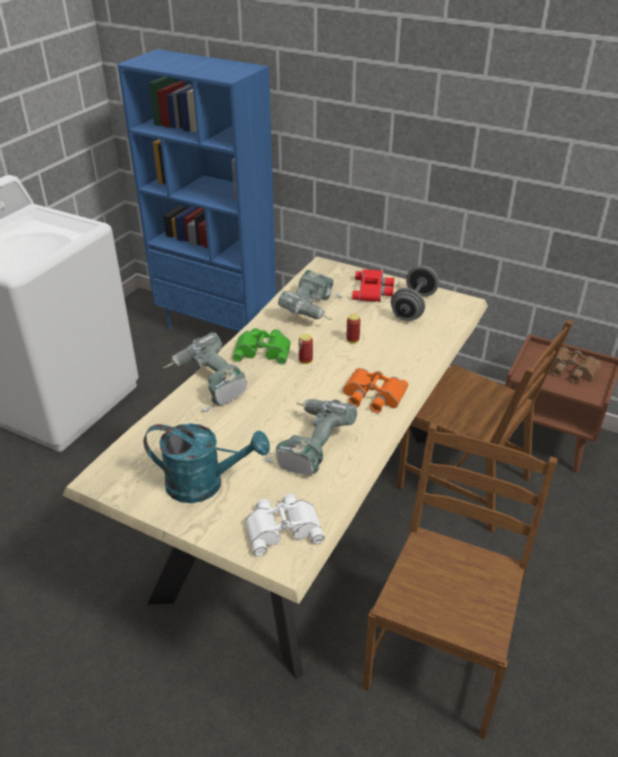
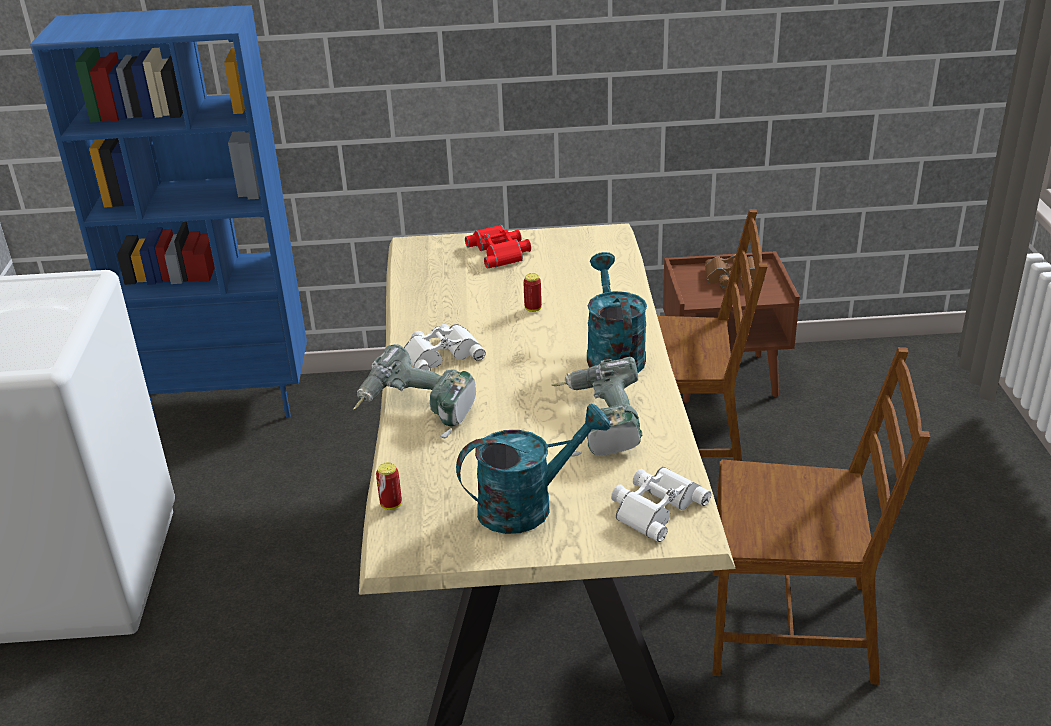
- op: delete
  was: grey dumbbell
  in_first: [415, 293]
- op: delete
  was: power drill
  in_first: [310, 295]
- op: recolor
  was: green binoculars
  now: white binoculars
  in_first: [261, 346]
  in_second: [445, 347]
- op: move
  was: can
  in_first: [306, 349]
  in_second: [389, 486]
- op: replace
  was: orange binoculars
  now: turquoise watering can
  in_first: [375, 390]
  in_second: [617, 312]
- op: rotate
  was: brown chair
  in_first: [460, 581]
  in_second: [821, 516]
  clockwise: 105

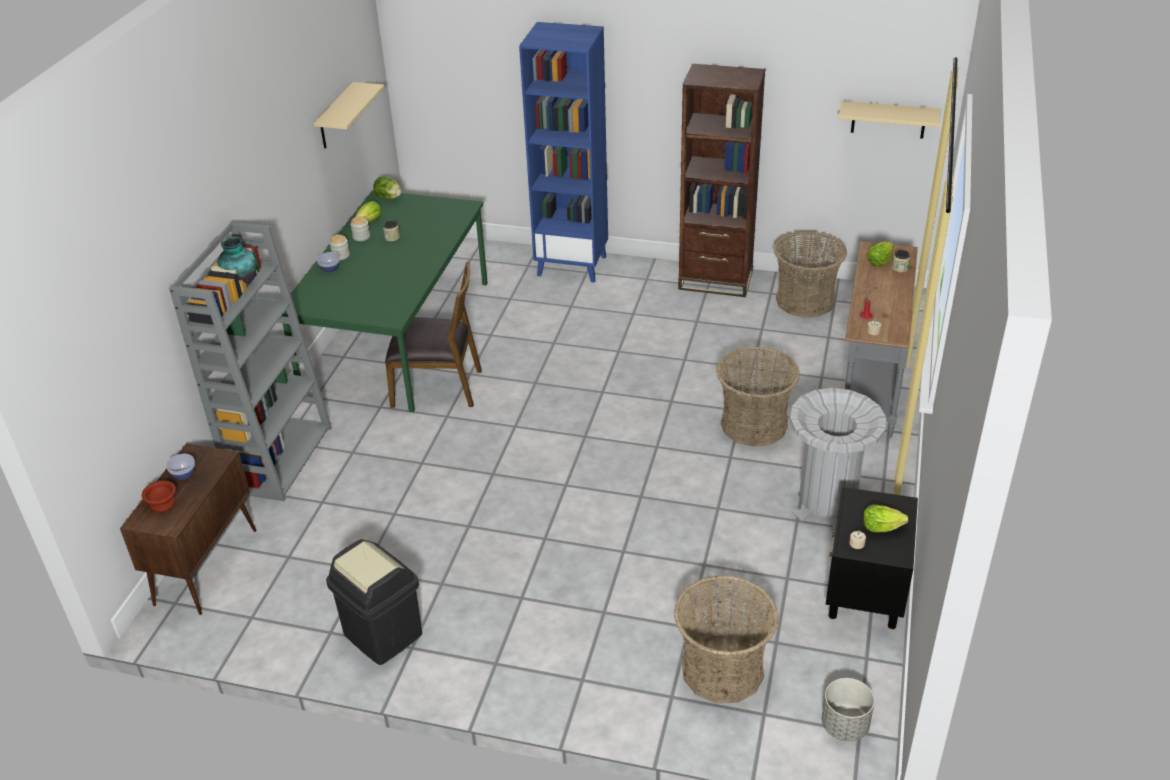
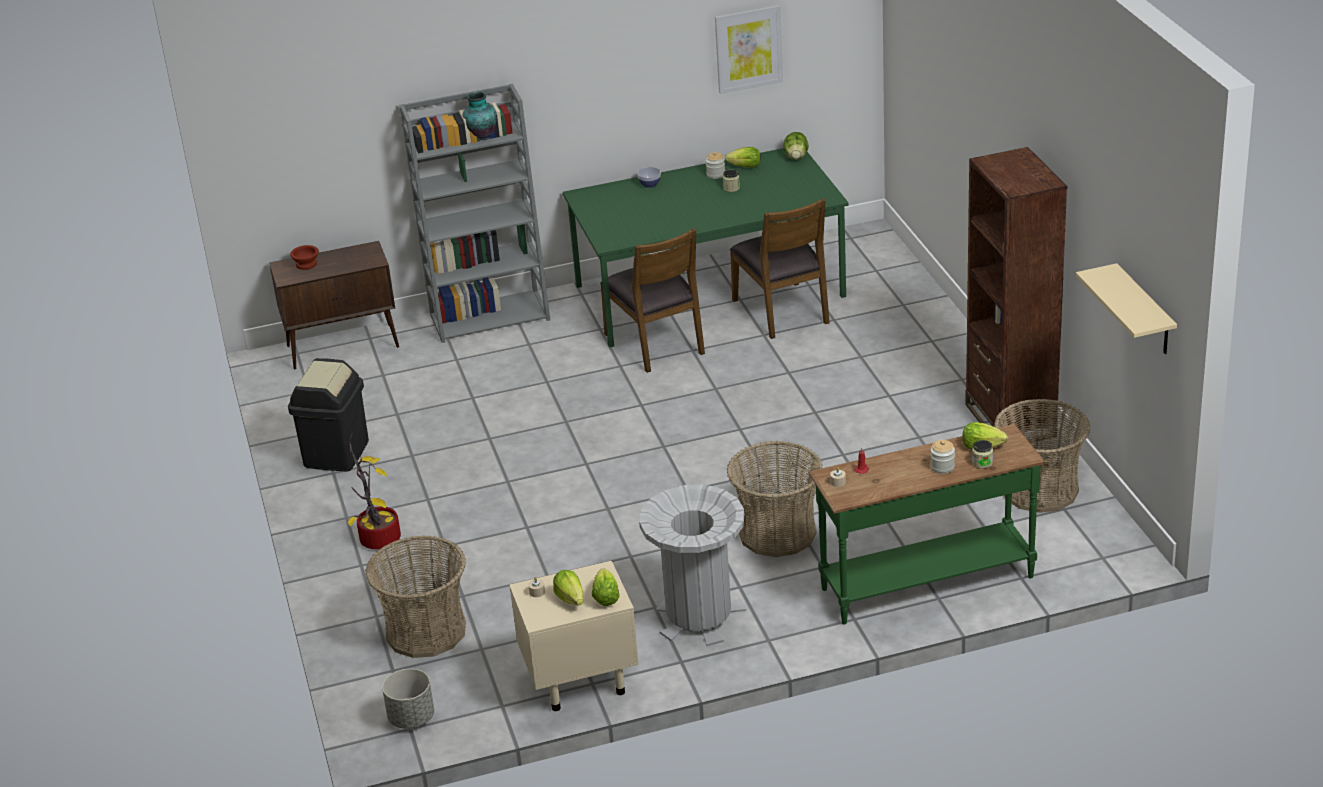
- op: delete
  was: blue bookcase
  in_first: [563, 152]
- op: replace
  was: beige shelf
  now: picture
  in_first: [349, 115]
  in_second: [749, 49]
- op: move
  was: jar
  in_first: [339, 247]
  in_second: [943, 457]
- op: recolor
  was: grey console table
  now: green console table
  in_first: [881, 339]
  in_second: [927, 524]
- op: delete
  was: bowl
  in_first: [180, 467]
- op: recolor
  was: black nightstand
  now: beige nightstand
  in_first: [872, 558]
  in_second: [574, 636]
- op: insert
  now: brown chair
  in_second: [779, 268]
- op: insert
  now: potted plant
  in_second: [374, 490]
- op: insert
  now: lettuce
  in_second: [606, 587]

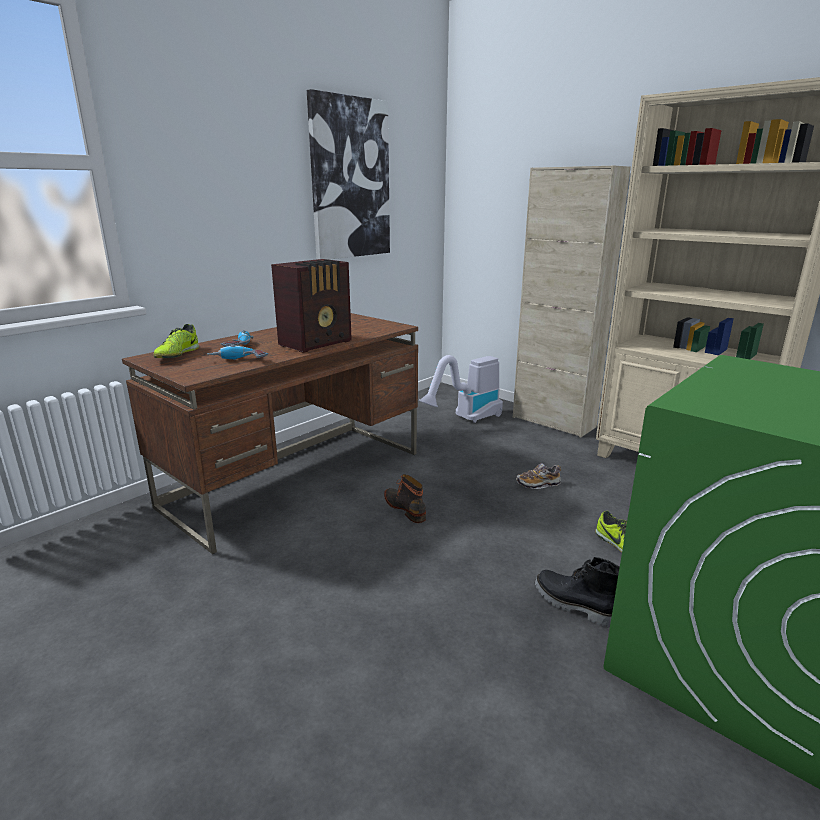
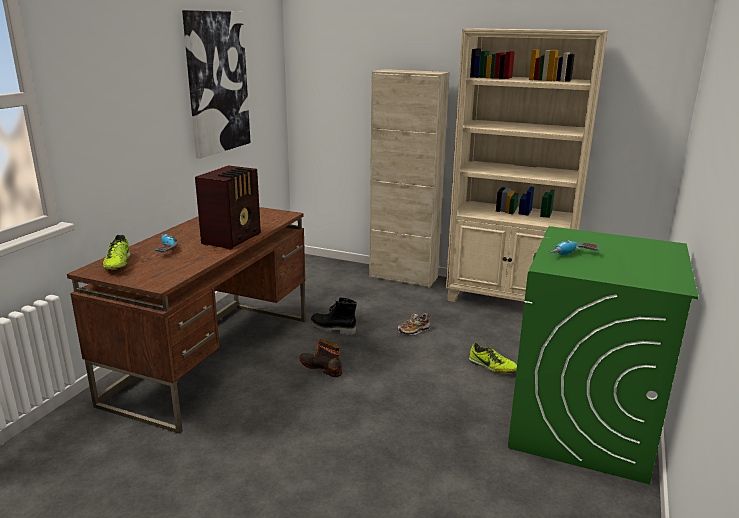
- op: move
  was: power drill
  in_first: [237, 352]
  in_second: [574, 247]
- op: delete
  was: vacuum cleaner
  in_first: [461, 389]
- op: move
  was: black boot
  in_first: [577, 592]
  in_second: [333, 316]

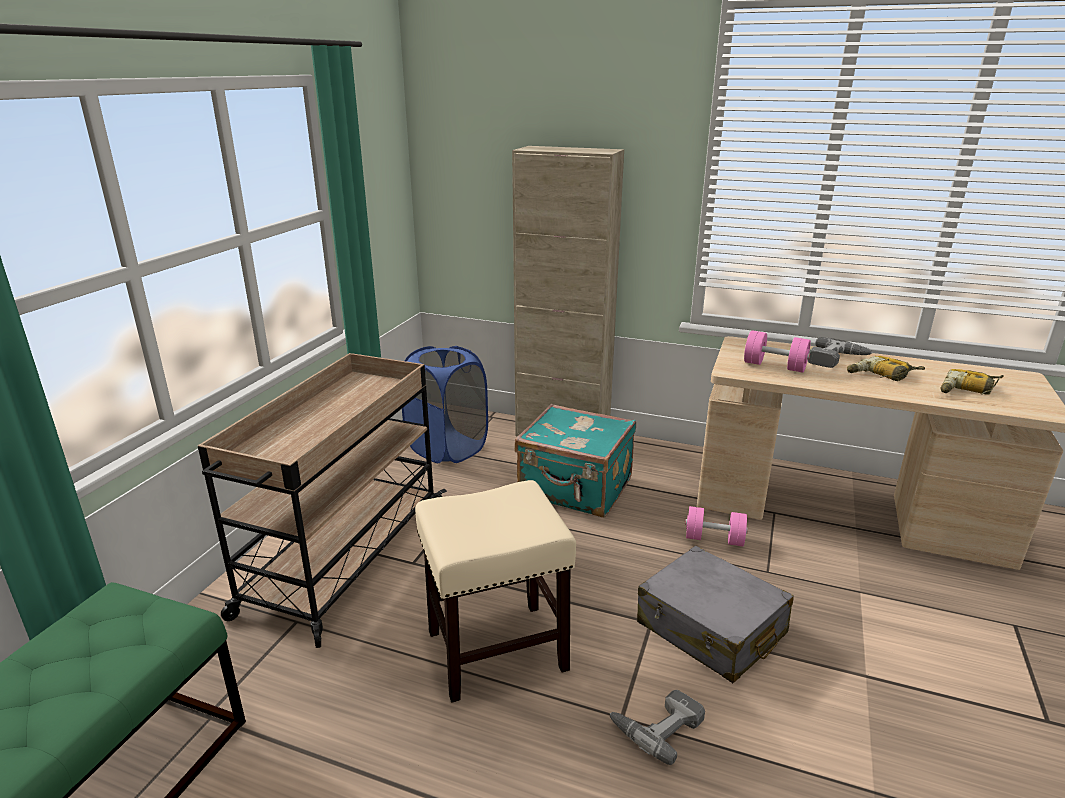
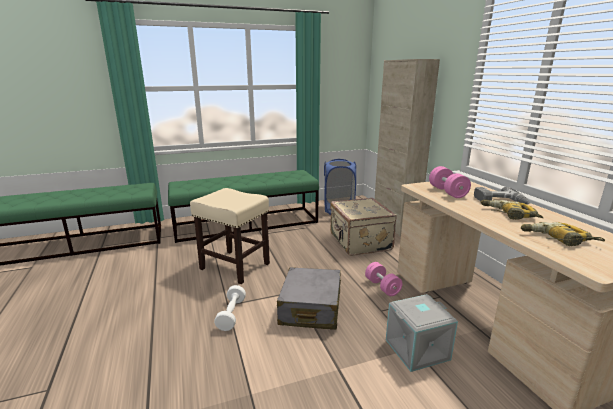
- op: replace
  was: beige cart
  now: green bench
  in_first: [322, 500]
  in_second: [243, 206]
- op: recolor
  was: turquoise suitcase
  now: beige suitcase
  in_first: [575, 460]
  in_second: [363, 227]
- op: replace
  was: power drill
  now: white dumbbell
  in_first: [657, 727]
  in_second: [230, 308]
- op: insert
  now: grey storage box
  in_second: [422, 333]

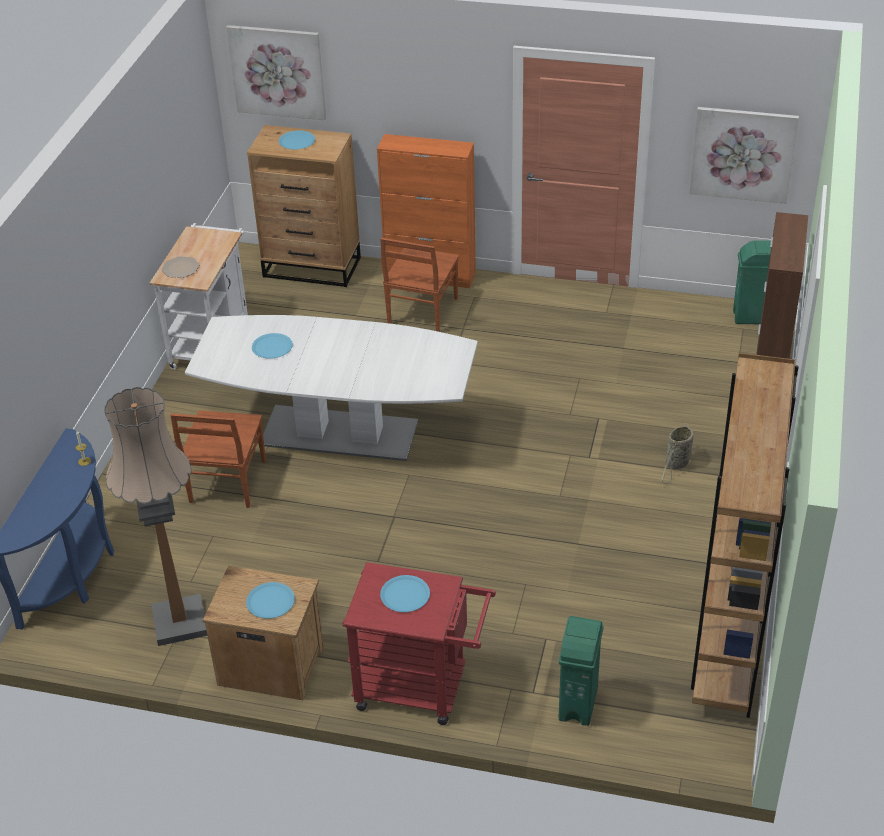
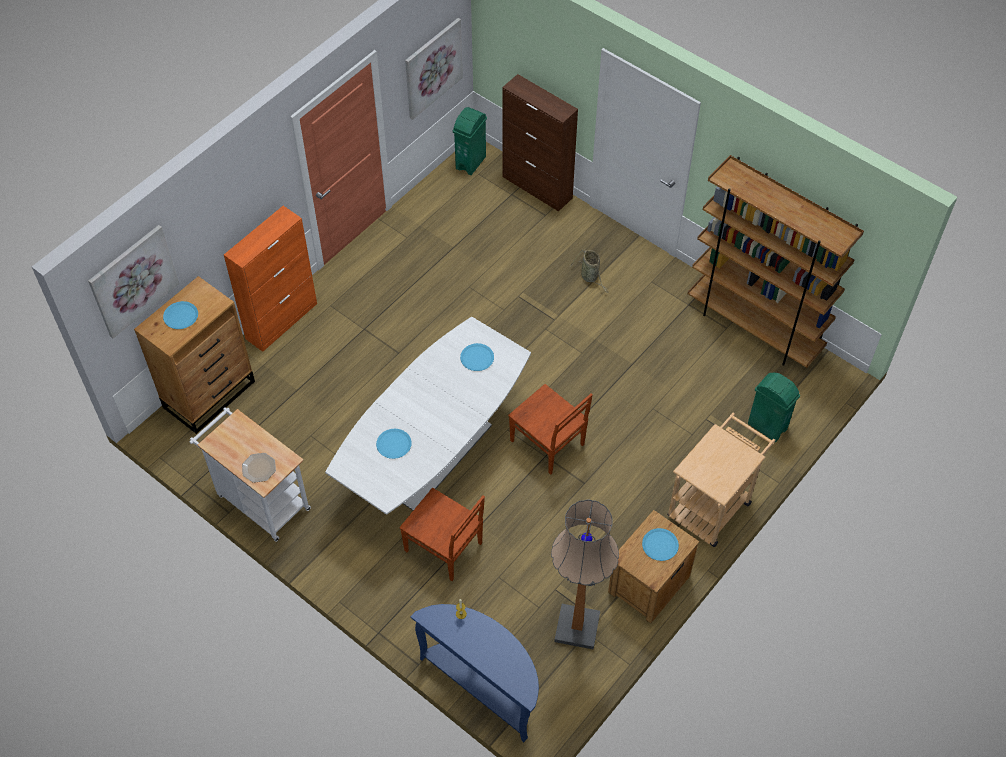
- op: move
  was: brown chair
  in_first: [419, 285]
  in_second: [550, 429]
- op: recolor
  was: red cart
  now: beige cart
  in_first: [419, 643]
  in_second: [721, 480]
- op: move
  was: blue plate
  in_first: [405, 593]
  in_second: [477, 357]

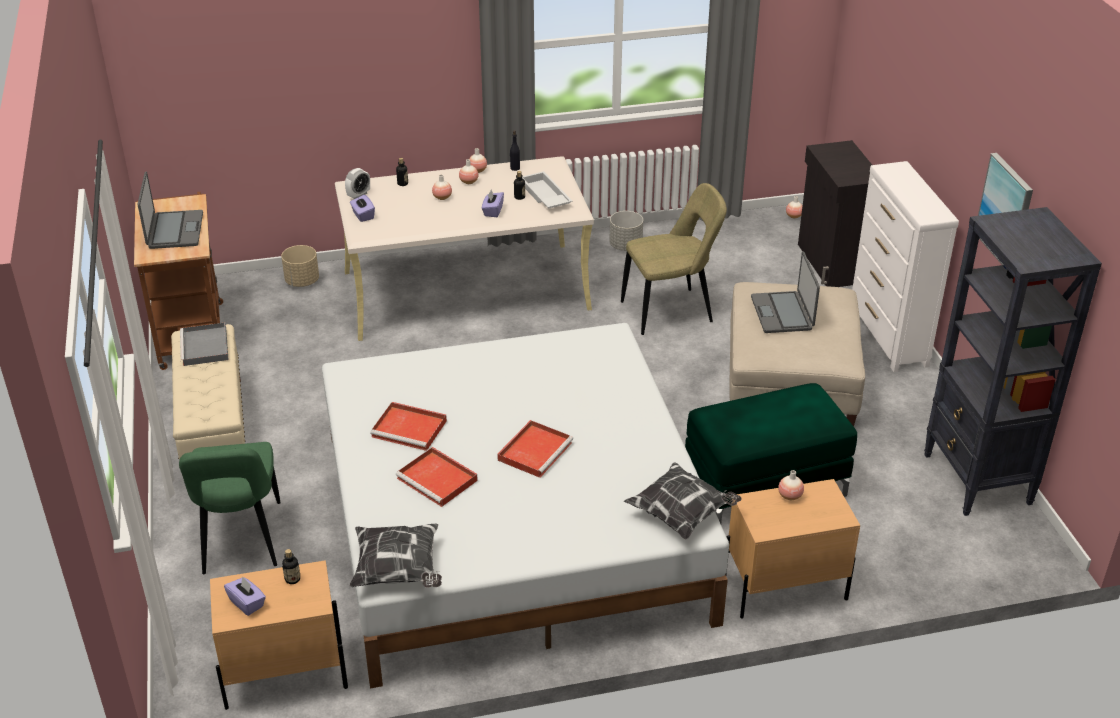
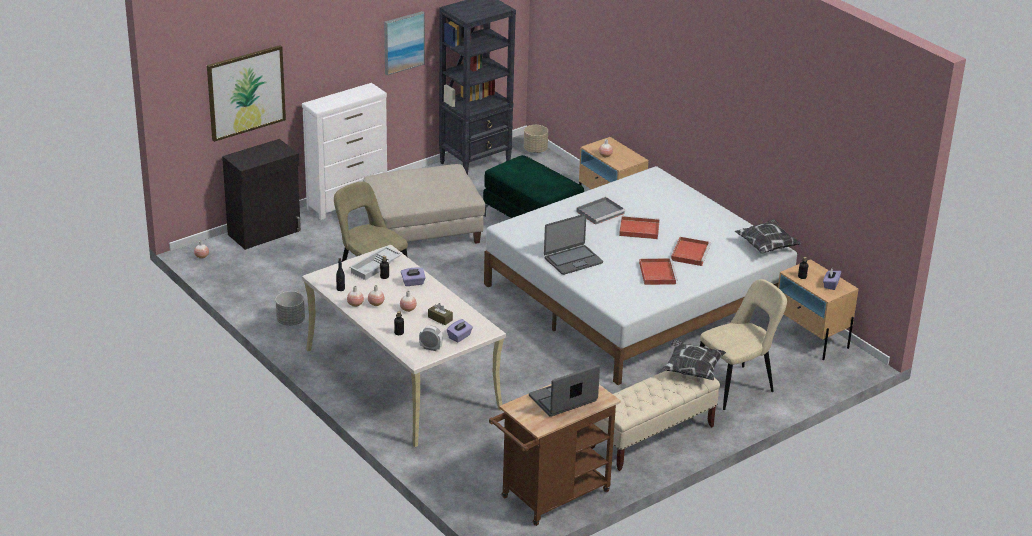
- op: move
  was: beige planter
  in_first: [300, 266]
  in_second: [536, 139]
- op: move
  was: laptop
  in_first: [785, 292]
  in_second: [573, 244]
- op: move
  was: grey tray
  in_first: [204, 344]
  in_second: [600, 211]
- op: recolor
  was: green chair
  now: beige chair
  in_first: [230, 508]
  in_second: [743, 344]
- op: move
  was: pillow
  in_first: [683, 501]
  in_second: [694, 360]
- op: insert
  now: picture
  in_second: [246, 93]
- op: insert
  now: brown tissue box
  in_second: [440, 314]

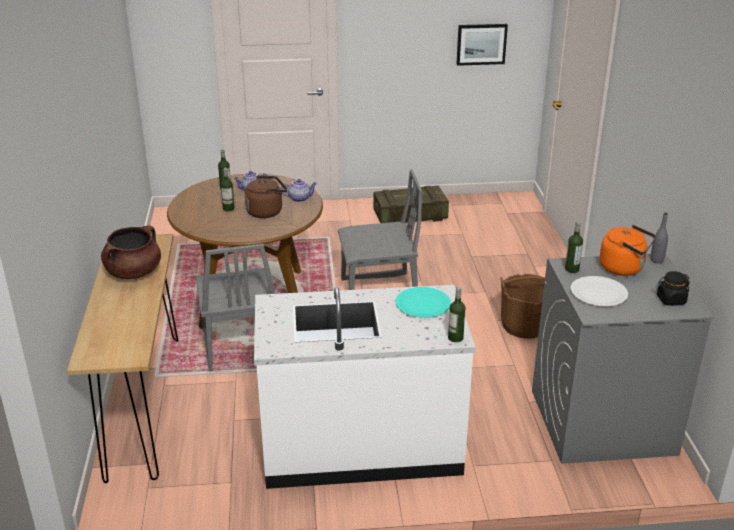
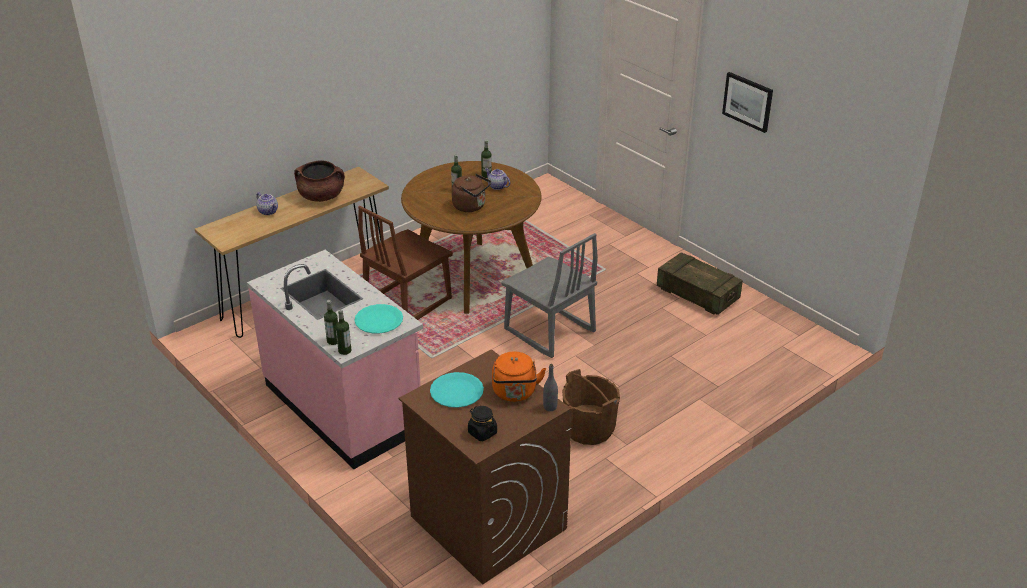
- op: move
  was: picture
  in_first: [482, 45]
  in_second: [747, 102]
- op: move
  was: teapot
  in_first: [299, 190]
  in_second: [267, 203]
- op: move
  was: bottle
  in_first: [574, 247]
  in_second: [331, 322]
- op: recolor
  was: grey chair
  now: brown chair
  in_first: [235, 308]
  in_second: [405, 263]
- op: recolor
  was: grey washing machine
  now: brown washing machine
  in_first: [623, 359]
  in_second: [485, 467]
- op: recolor
  was: white plate
  now: turquoise plate
  in_first: [599, 291]
  in_second: [457, 390]
- op: recolor
  was: white counter
  now: pink counter
  in_first: [365, 387]
  in_second: [335, 359]

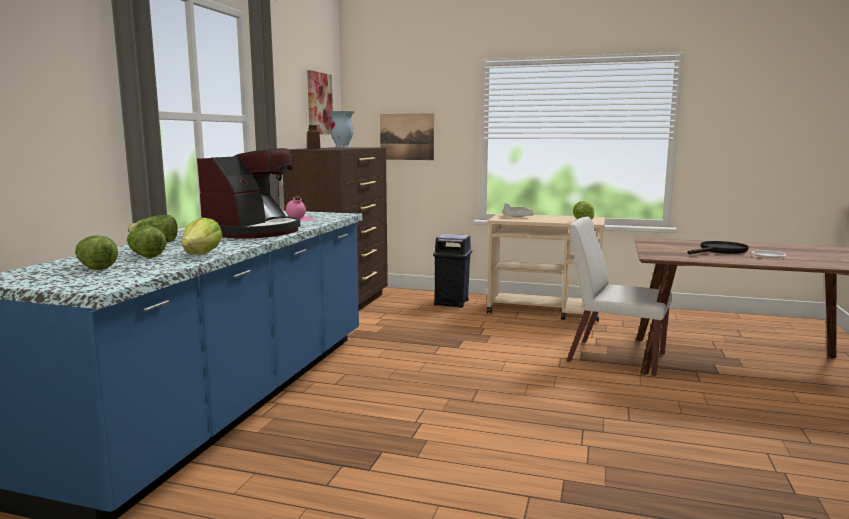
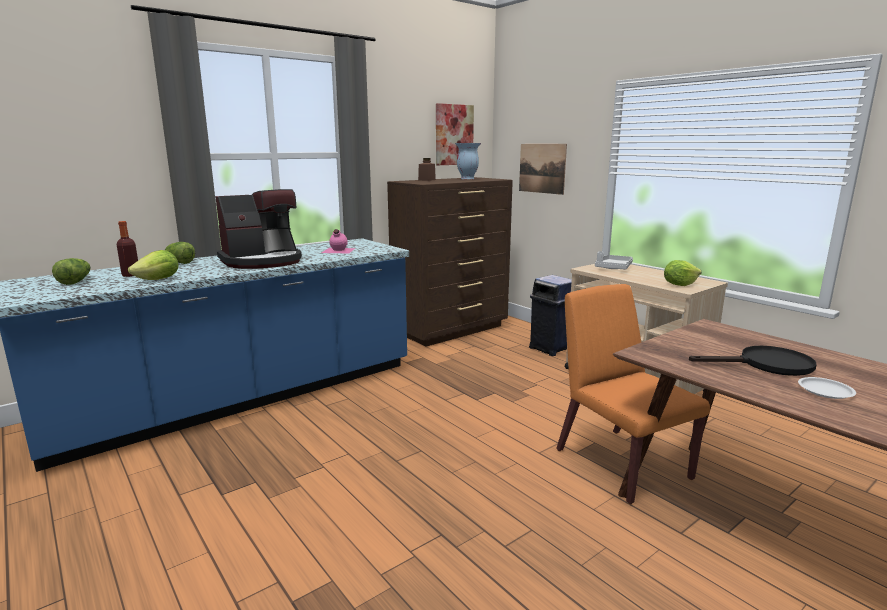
- op: recolor
  was: white chair
  now: orange chair
  in_first: [619, 297]
  in_second: [633, 394]
- op: replace
  was: lettuce
  now: bottle
  in_first: [146, 242]
  in_second: [127, 249]

